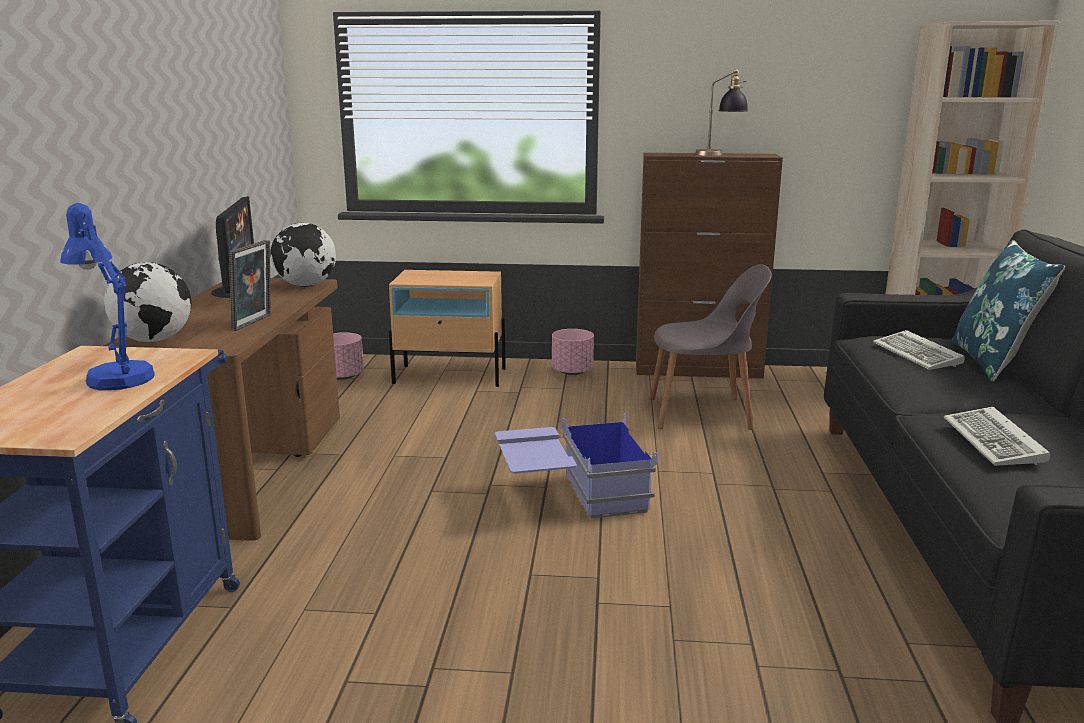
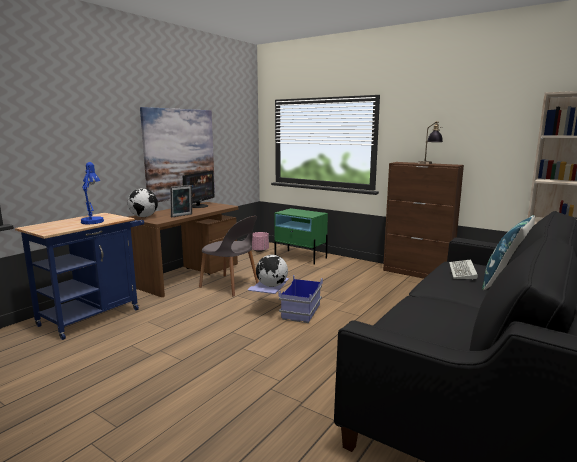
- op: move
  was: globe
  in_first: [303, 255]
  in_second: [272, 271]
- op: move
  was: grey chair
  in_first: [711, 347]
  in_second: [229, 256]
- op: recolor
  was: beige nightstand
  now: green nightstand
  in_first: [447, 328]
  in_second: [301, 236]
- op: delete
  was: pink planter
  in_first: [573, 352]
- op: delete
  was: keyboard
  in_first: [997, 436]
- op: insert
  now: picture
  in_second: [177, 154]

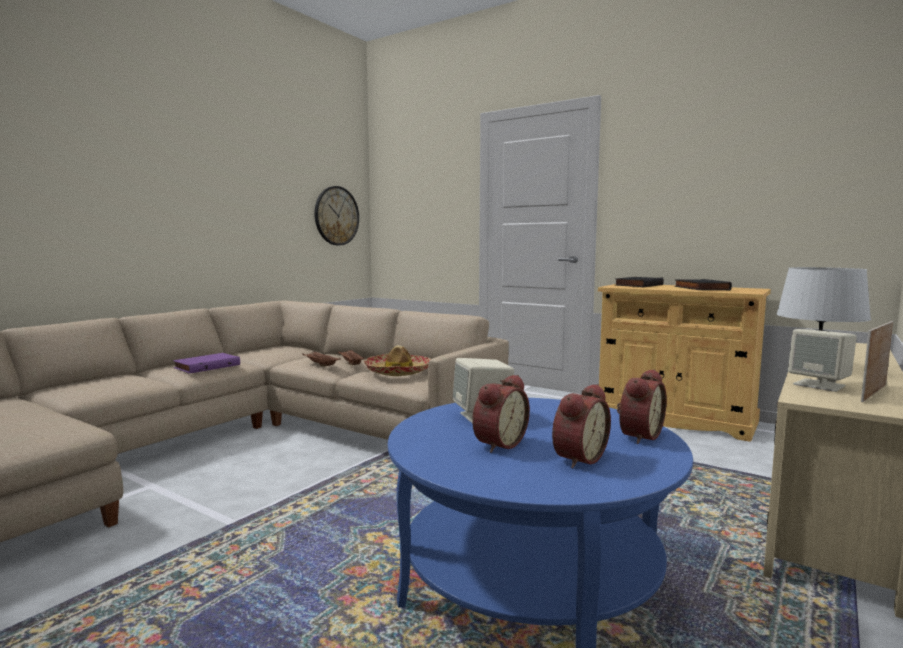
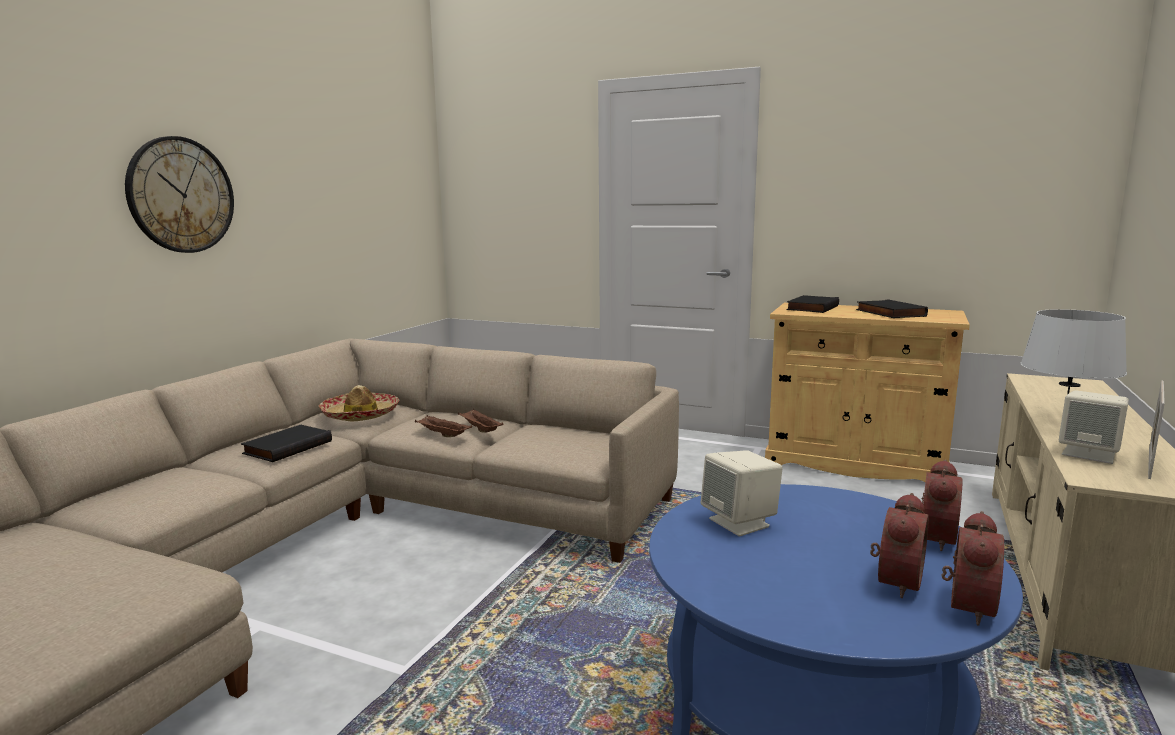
- op: move
  was: wall clock
  in_first: [336, 215]
  in_second: [179, 194]
- op: move
  was: hat
  in_first: [397, 360]
  in_second: [359, 403]
- op: recolor
  was: purple book
  now: black book
  in_first: [206, 363]
  in_second: [286, 443]
- op: move
  was: alarm clock
  in_first: [501, 414]
  in_second: [973, 568]

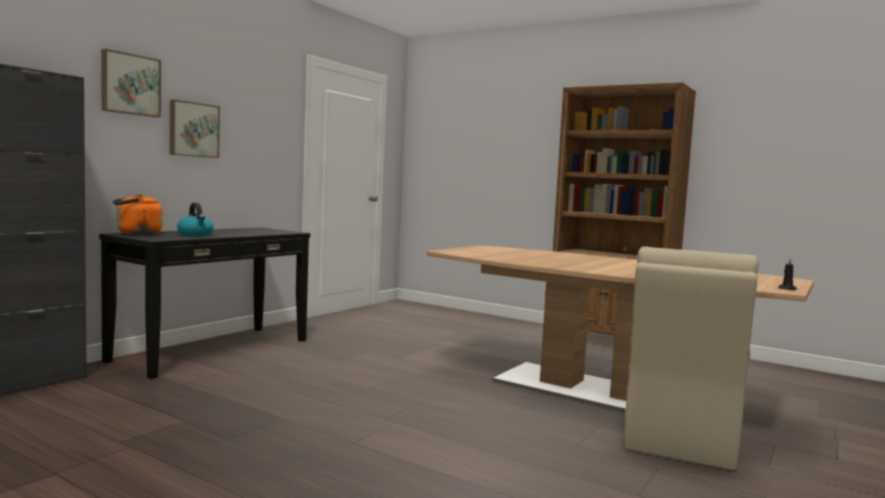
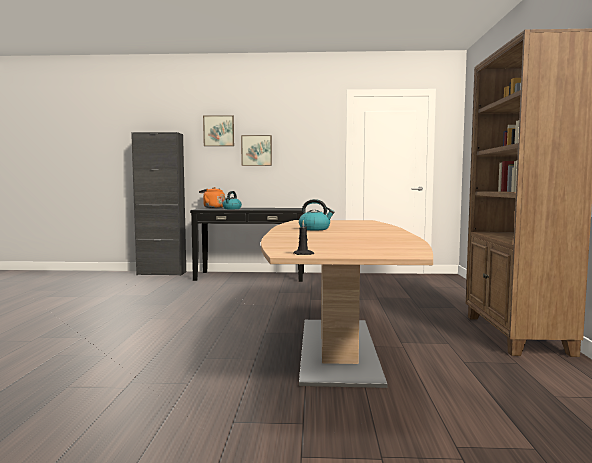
- op: delete
  was: beige chair
  in_first: [691, 358]
- op: insert
  now: kettle
  in_second: [317, 214]

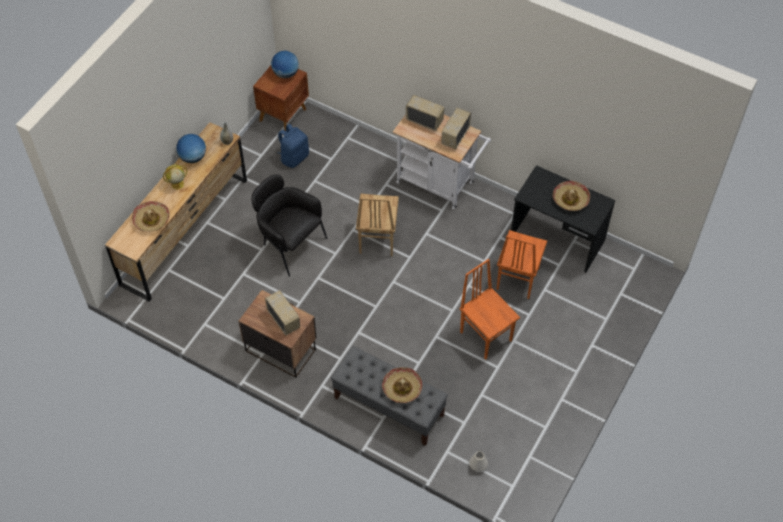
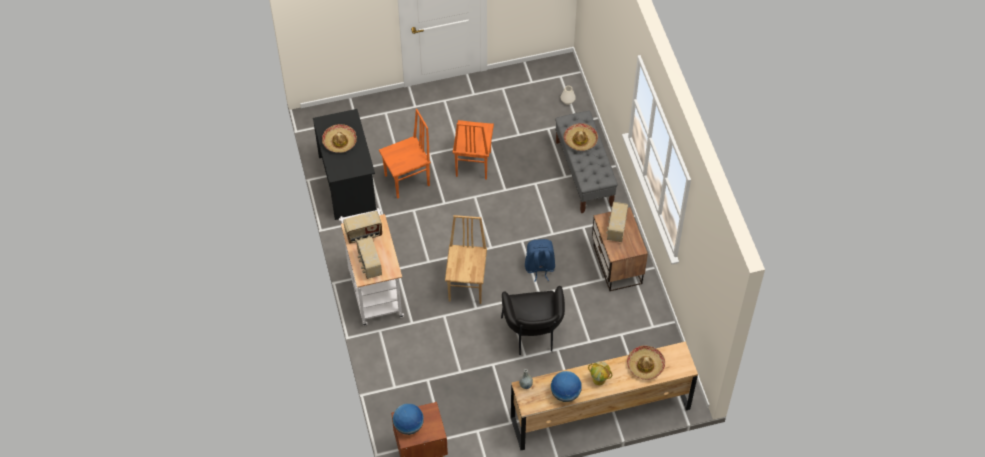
- op: move
  was: blue backpack
  in_first: [293, 146]
  in_second: [540, 260]
- op: rotate
  was: brown chair
  in_first: [377, 225]
  in_second: [466, 259]
  clockwise: -45

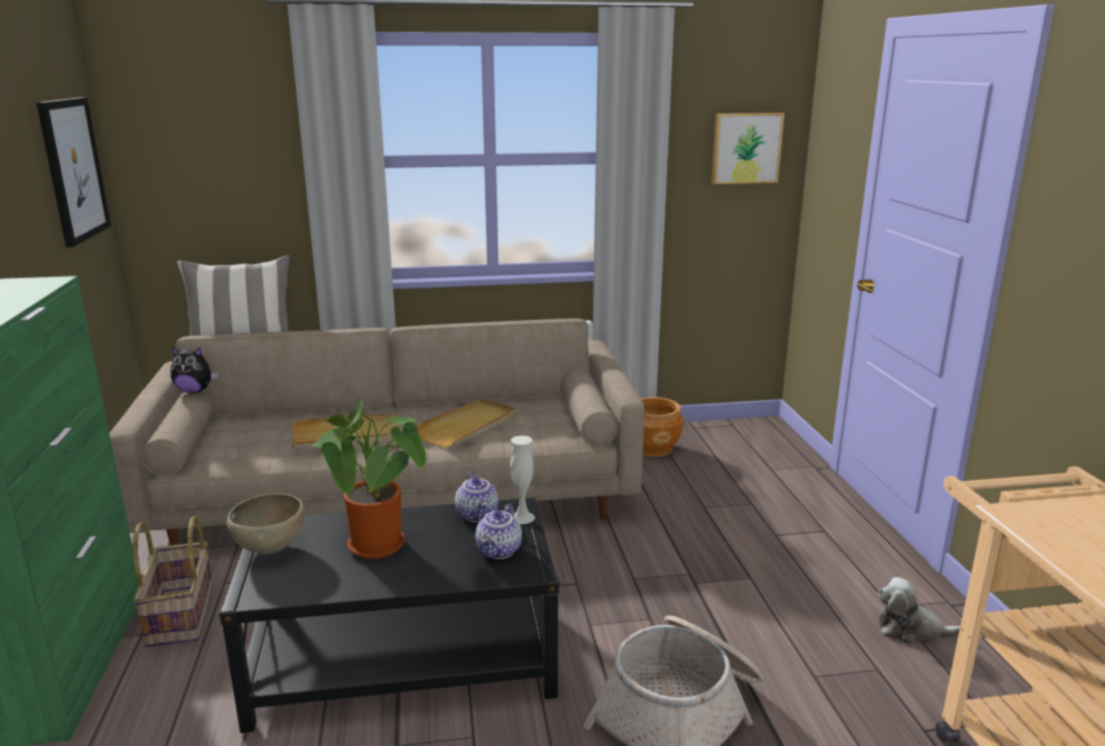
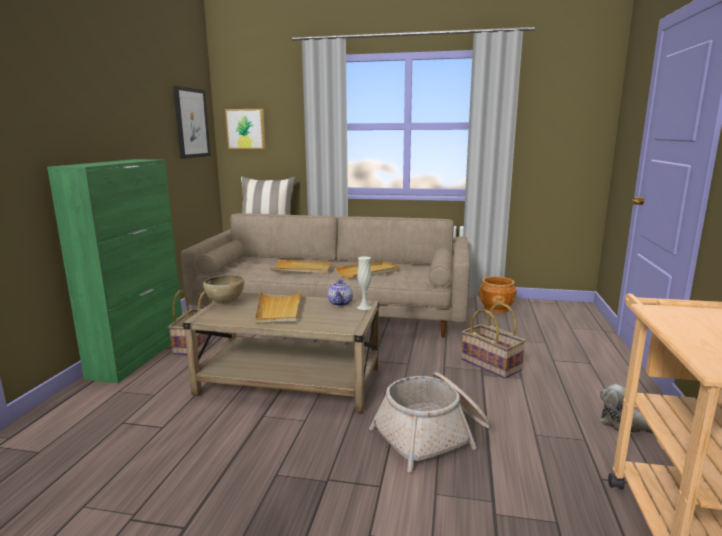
- op: move
  was: picture
  in_first: [747, 148]
  in_second: [245, 129]
- op: delete
  was: plush toy
  in_first: [194, 370]
- op: replace
  was: potted plant
  now: beige tray
  in_first: [369, 479]
  in_second: [278, 307]
- op: recolor
  was: black coffee table
  now: beige coffee table
  in_first: [389, 615]
  in_second: [281, 353]
- op: delete
  was: teapot
  in_first: [498, 531]
- op: insert
  now: basket
  in_second: [494, 341]

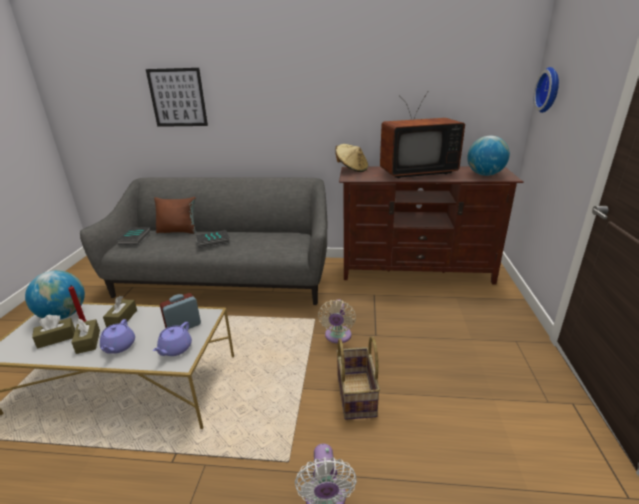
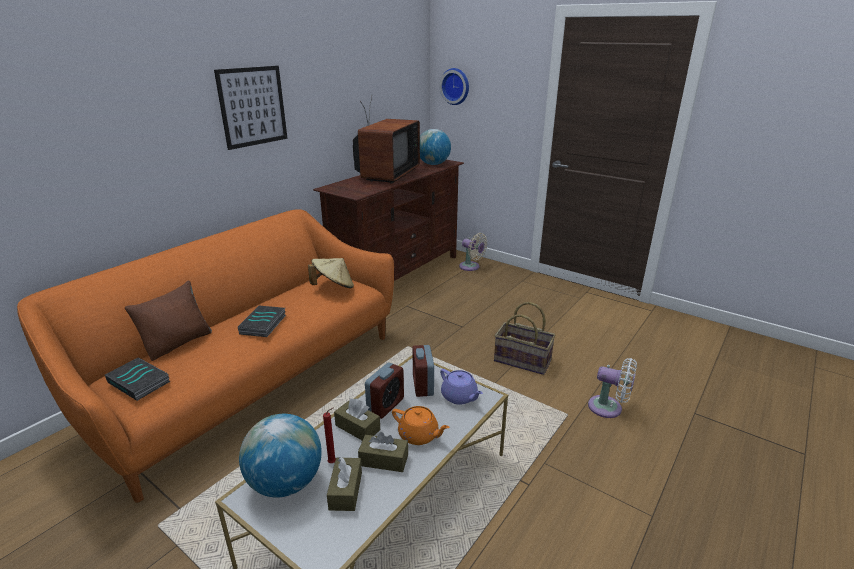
- op: move
  was: picture
  in_first: [177, 97]
  in_second: [250, 108]
- op: move
  was: beige hat
  in_first: [352, 158]
  in_second: [331, 273]
- op: recolor
  was: grey sofa
  now: orange sofa
  in_first: [203, 241]
  in_second: [205, 356]
- op: move
  was: beige fan
  in_first: [337, 321]
  in_second: [473, 252]
- op: recolor
  was: purple teapot
  now: orange teapot
  in_first: [117, 336]
  in_second: [421, 425]
- op: insert
  now: alarm clock
  in_second: [384, 390]

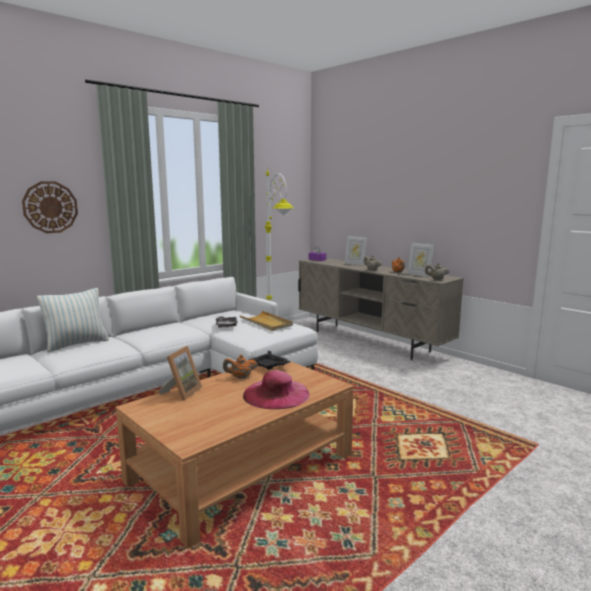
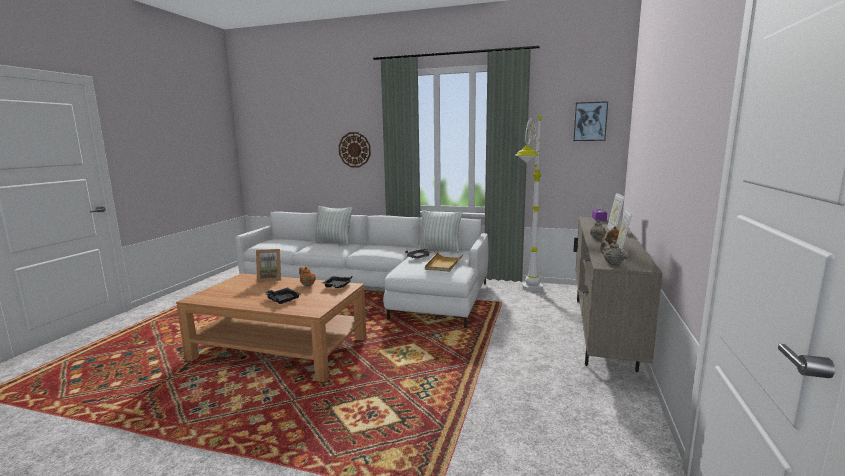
- op: replace
  was: pink hat
  now: black tray
  in_first: [276, 389]
  in_second: [283, 295]
- op: insert
  now: picture
  in_second: [591, 121]
- op: insert
  now: pillow
  in_second: [440, 231]

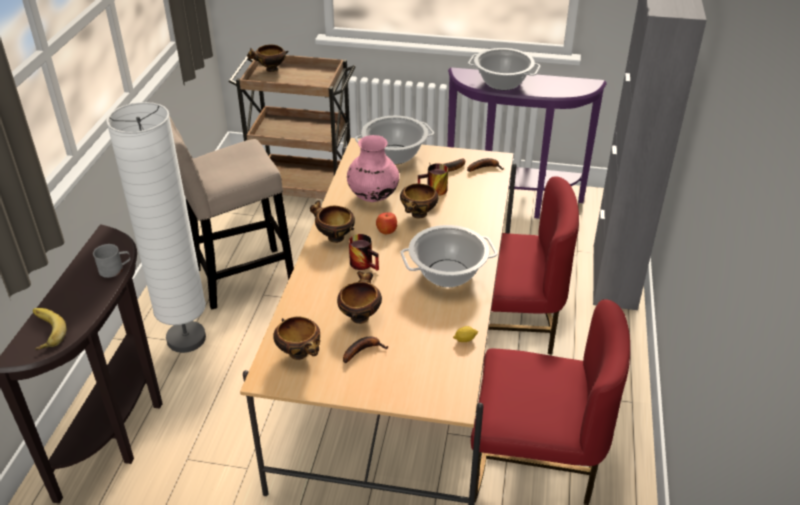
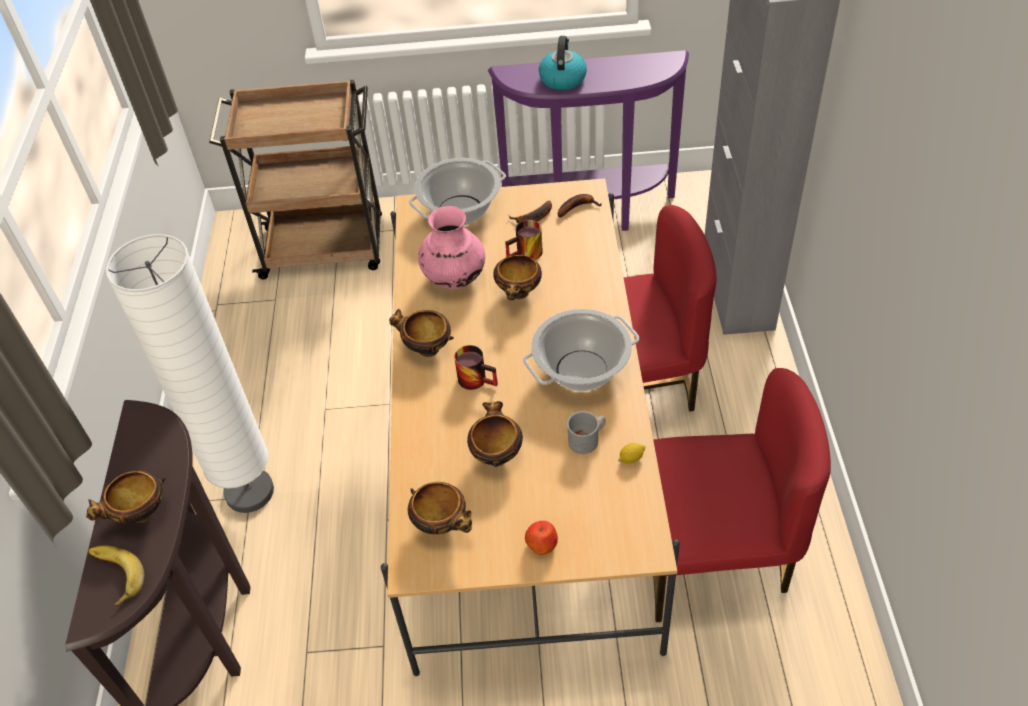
- op: move
  was: bowl
  in_first: [267, 58]
  in_second: [125, 497]
- op: replace
  was: cooking pot
  now: kettle
  in_first: [504, 69]
  in_second: [563, 63]
- op: delete
  was: beige stool
  in_first: [231, 213]
- op: move
  was: apple
  in_first: [386, 223]
  in_second: [541, 538]
- op: move
  was: grey mug
  in_first: [111, 261]
  in_second: [586, 432]
- op: delete
  was: banana
  in_first: [365, 349]

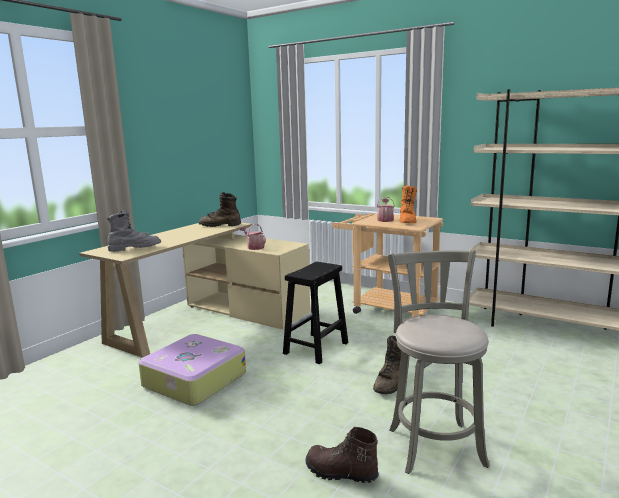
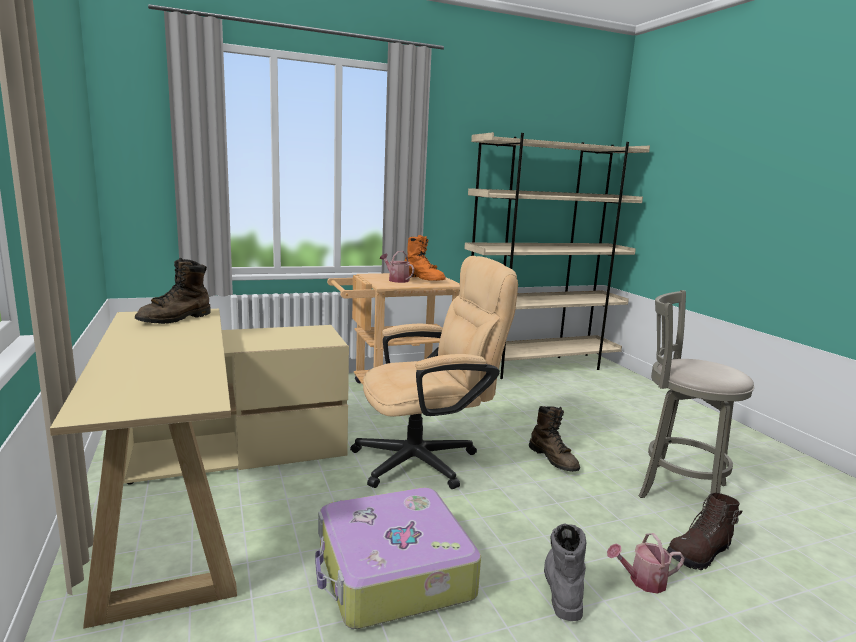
- op: move
  was: grey boot
  in_first: [134, 231]
  in_second: [565, 572]
- op: move
  was: watering can
  in_first: [253, 237]
  in_second: [646, 563]
- op: replace
  was: black stool
  now: beige office chair
  in_first: [315, 313]
  in_second: [434, 372]

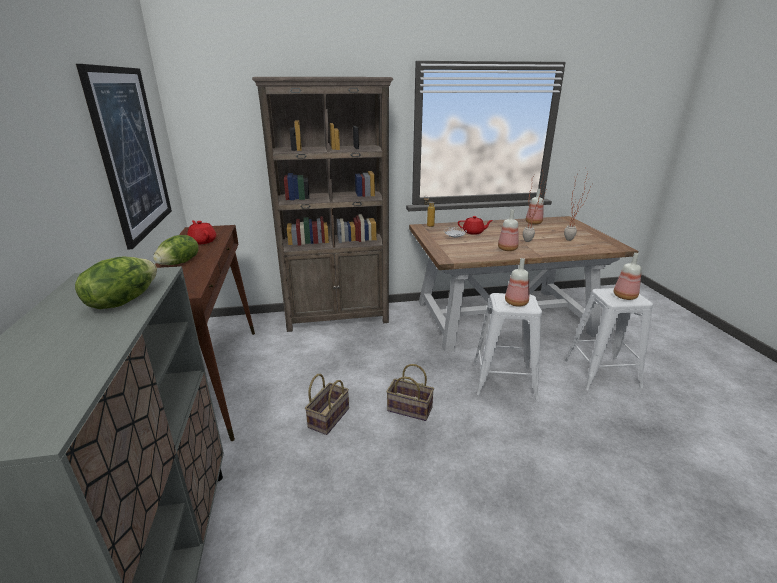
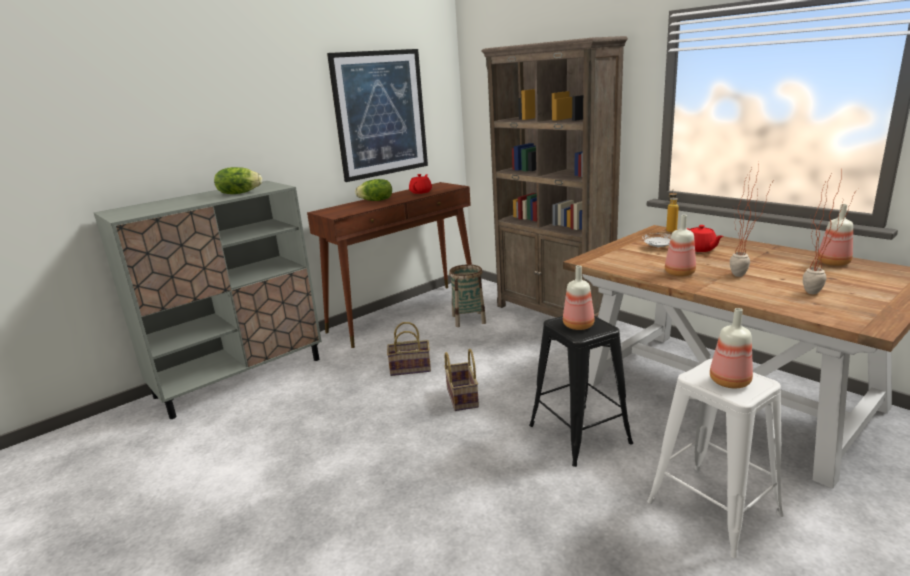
- op: recolor
  was: white stool
  now: black stool
  in_first: [507, 346]
  in_second: [581, 391]
- op: insert
  now: basket
  in_second: [467, 295]

